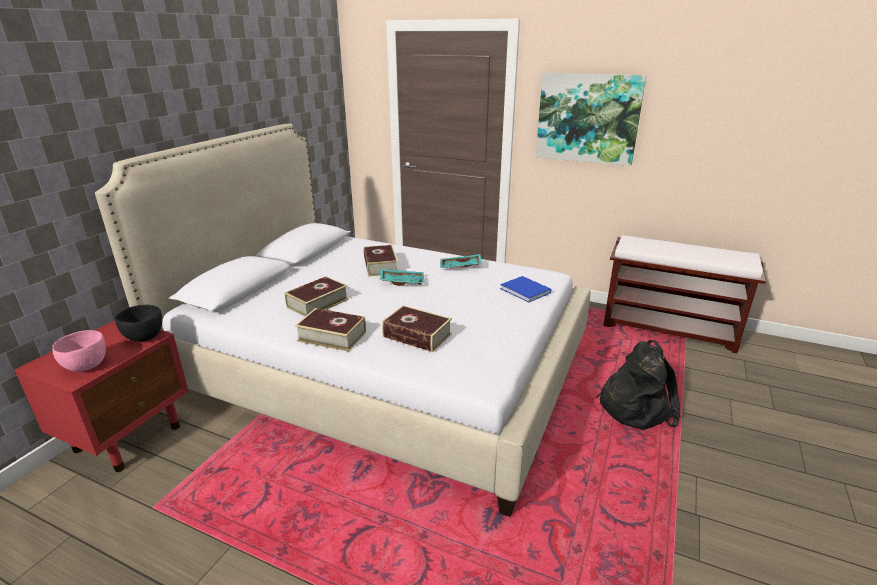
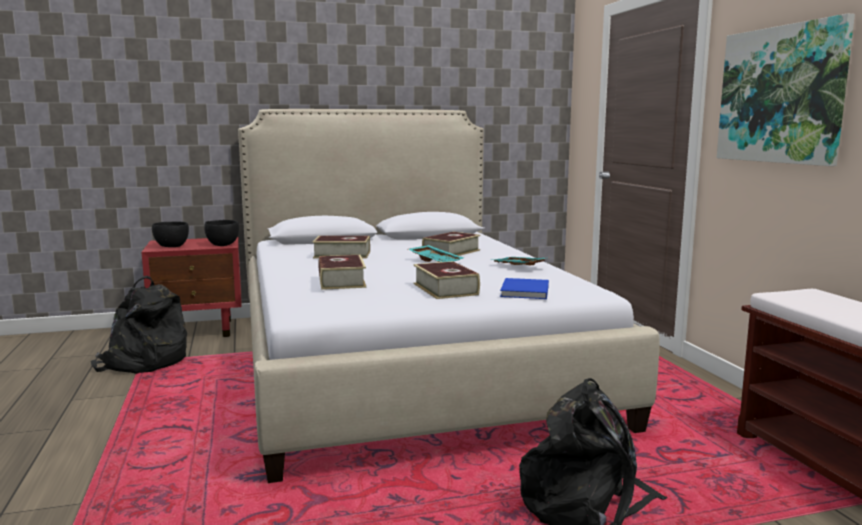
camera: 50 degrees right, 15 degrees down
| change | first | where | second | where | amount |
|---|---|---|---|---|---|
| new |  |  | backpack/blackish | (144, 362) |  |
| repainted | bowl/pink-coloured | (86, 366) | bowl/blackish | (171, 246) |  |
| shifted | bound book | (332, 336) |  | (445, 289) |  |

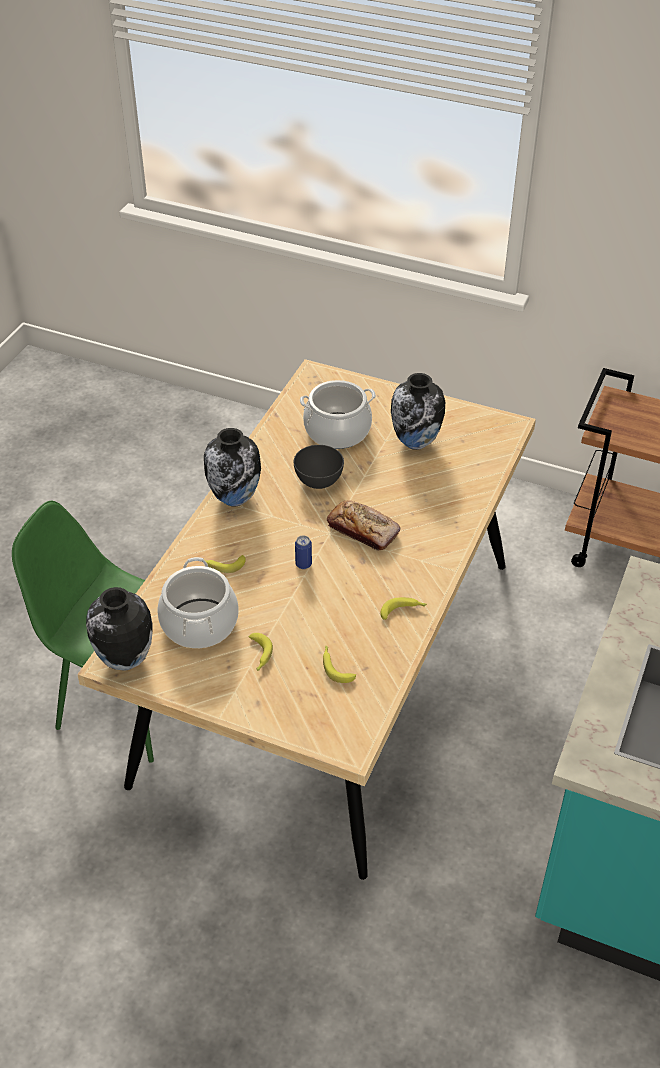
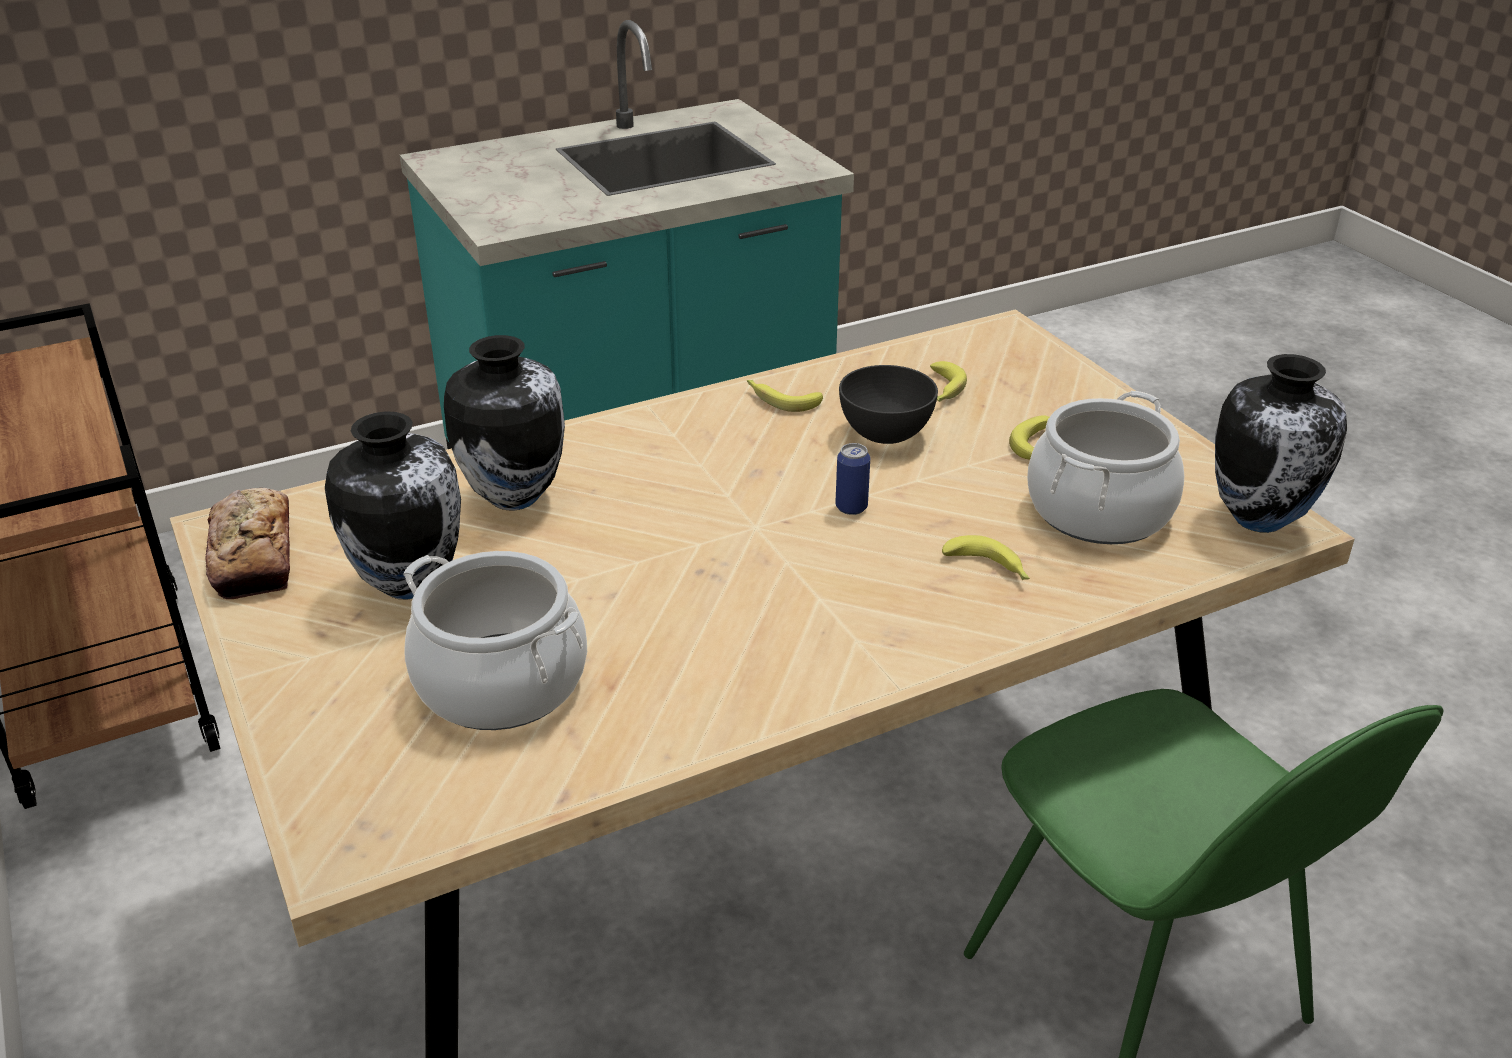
camera: 140 degrees left, 10 degrees down
| change | first | where | second | where | amount |
|---|---|---|---|---|---|
| shifted | bread | (363, 530) |  | (253, 555) |  |
| shifted | decorative vase | (235, 499) |  | (514, 496) |  |
| shifted | bowl/gray | (318, 480) |  | (885, 434) |  |

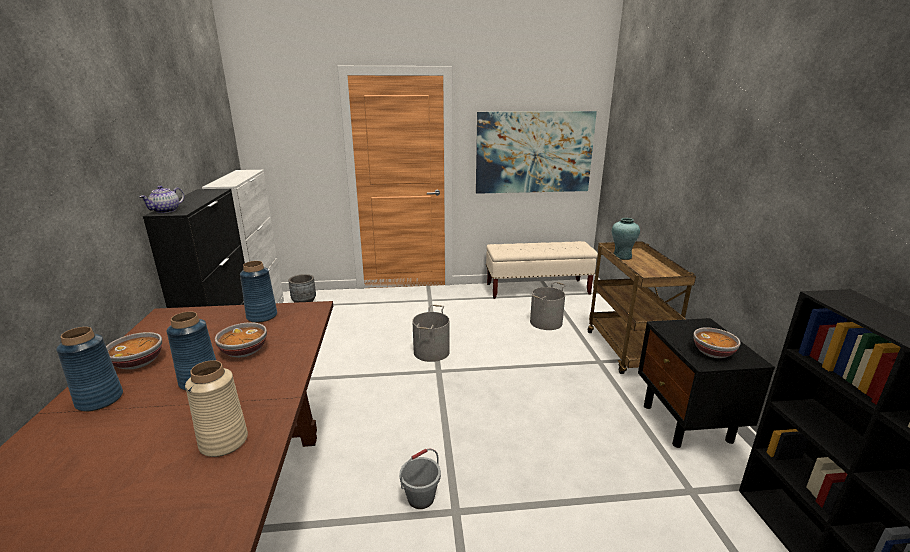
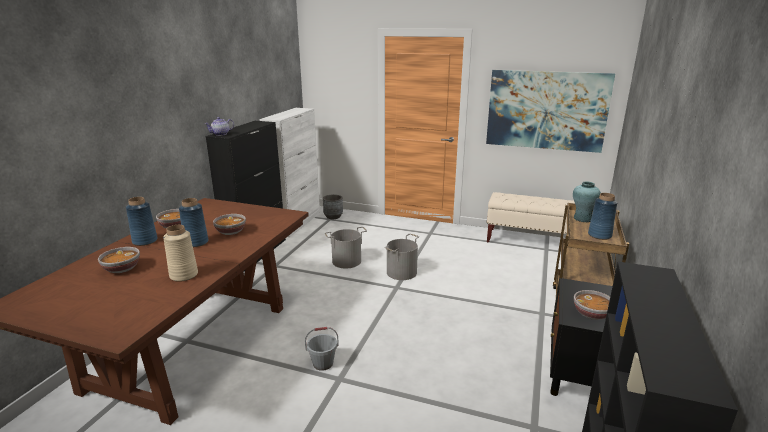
camera: 25 degrees right, 0 degrees up
| change | first | where | second | where | amount |
|---|---|---|---|---|---|
| new |  |  | bowl | (121, 269) |  |
| shifted | pail/gray | (546, 322) |  | (347, 261) |  |
| shifted | decorative vase/bluish | (262, 316) |  | (599, 235) |  |

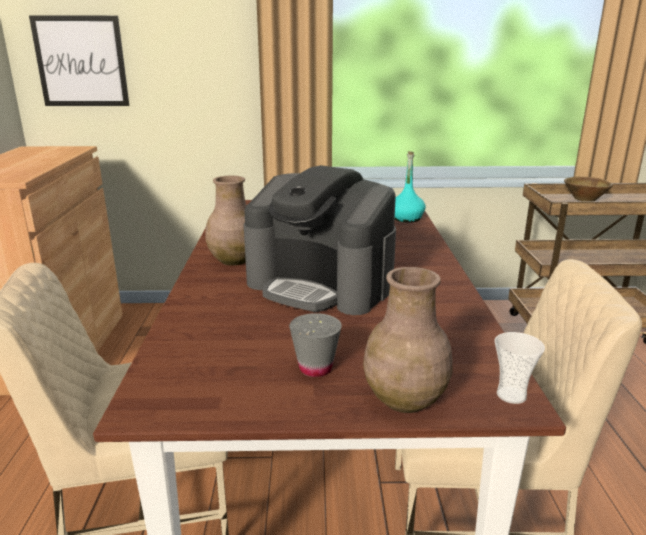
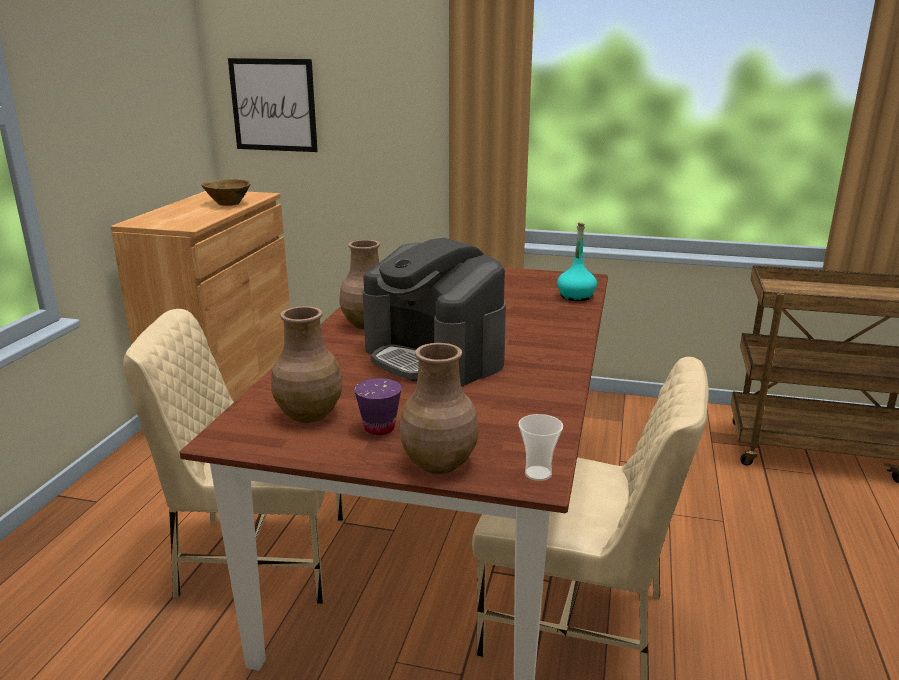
camera: 15 degrees right, 0 degrees up
| change | first | where | second | where | amount |
|---|---|---|---|---|---|
| shifted | bowl/brownish | (584, 199) |  | (228, 204) |  |
| new |  |  | decorative vase/brownish | (310, 414) |  |
| repainted | small cup/gray | (315, 368) | small cup/purplish | (379, 428) |  |

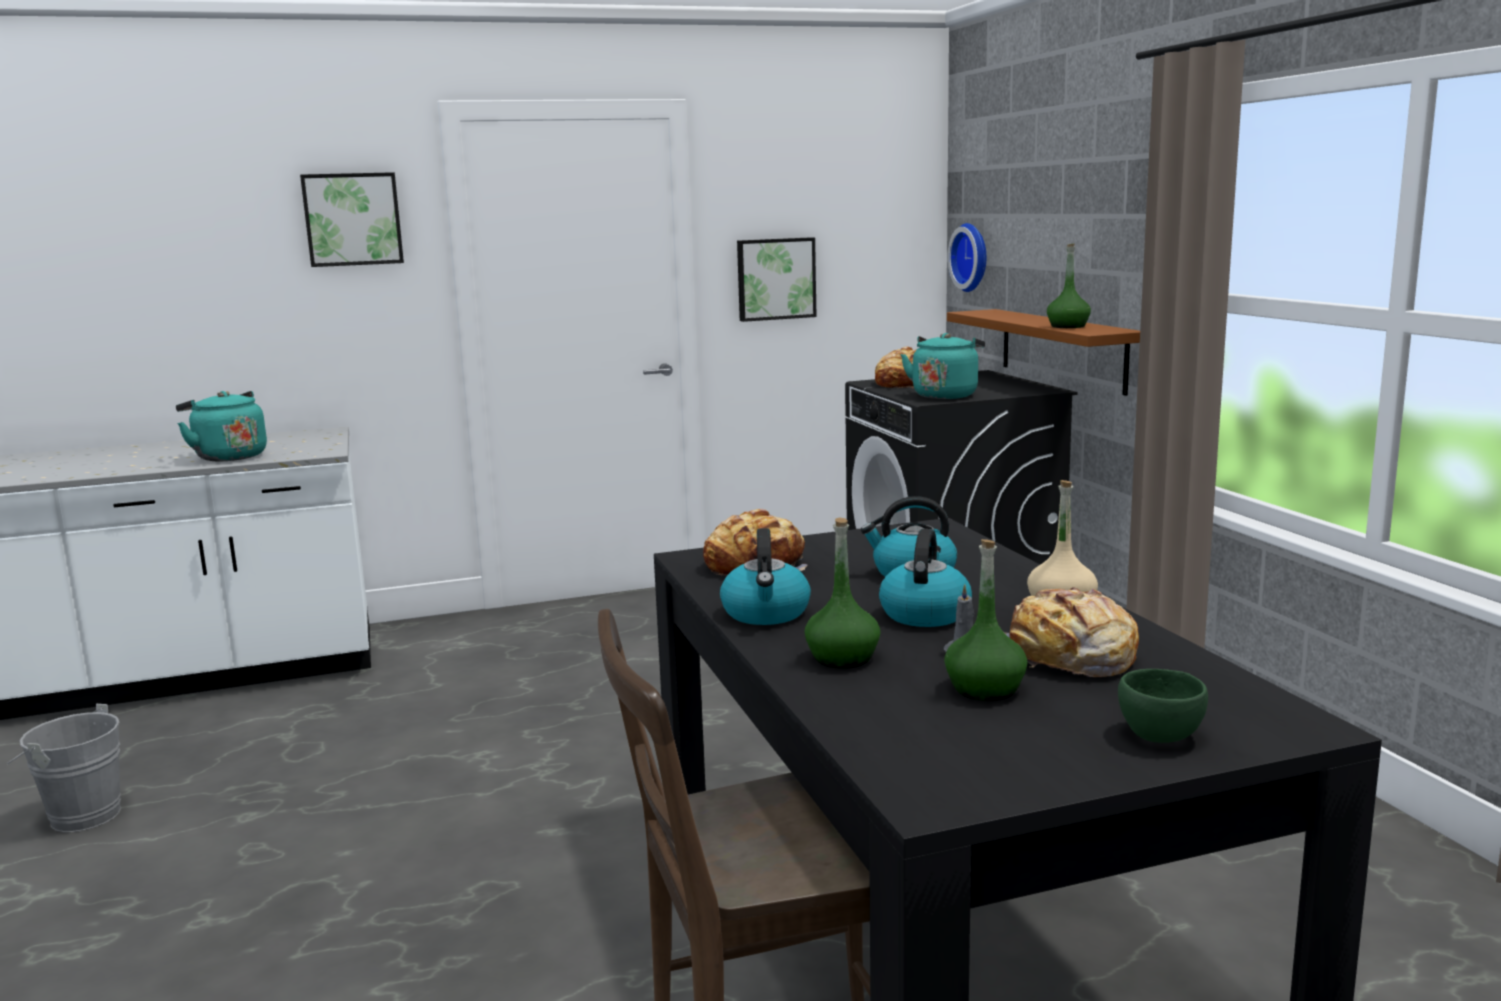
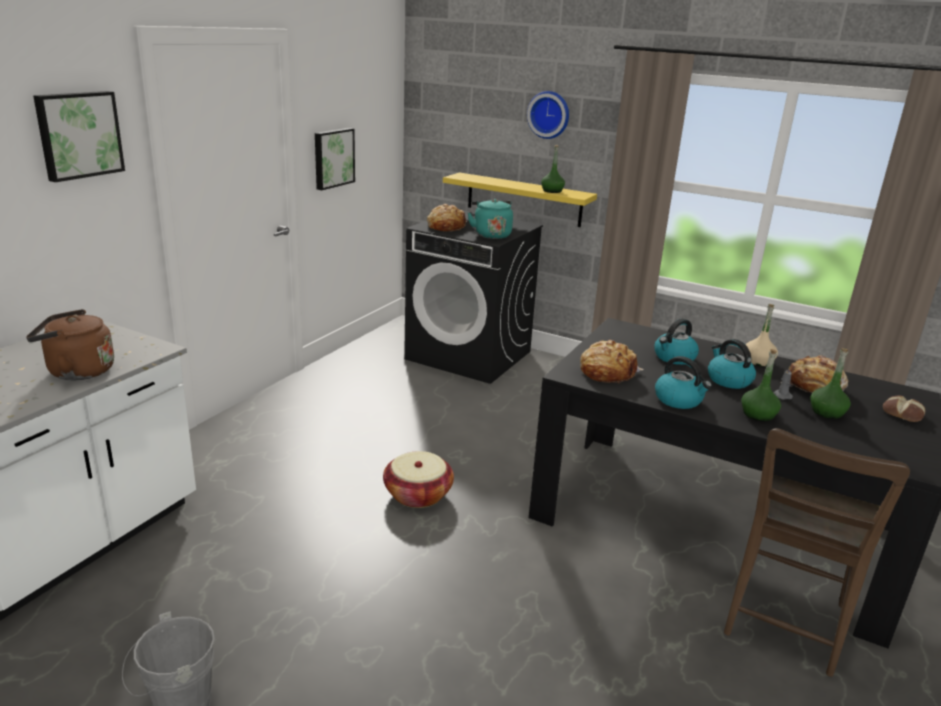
camera: 45 degrees left, 10 degrees up
| change | first | where | second | where | amount |
|---|---|---|---|---|---|
| repainted | tea kettle/blue-green | (228, 457) | tea kettle/brownish | (77, 371) |  |
| new |  |  | basket | (418, 494) |  |
| repainted | wall shelf/brownish | (1062, 349) | wall shelf/yellowish | (524, 199) |  |
| shifted | clock on the wall | (972, 257) |  | (549, 114) |  |
| swapped | bowl/green-coloured | (1161, 734) | bread | (903, 413) |  |

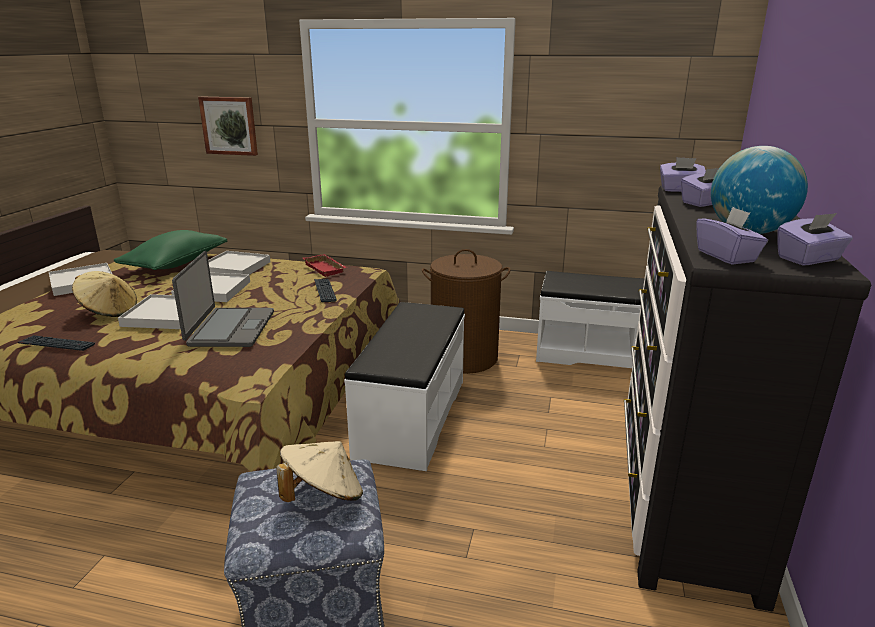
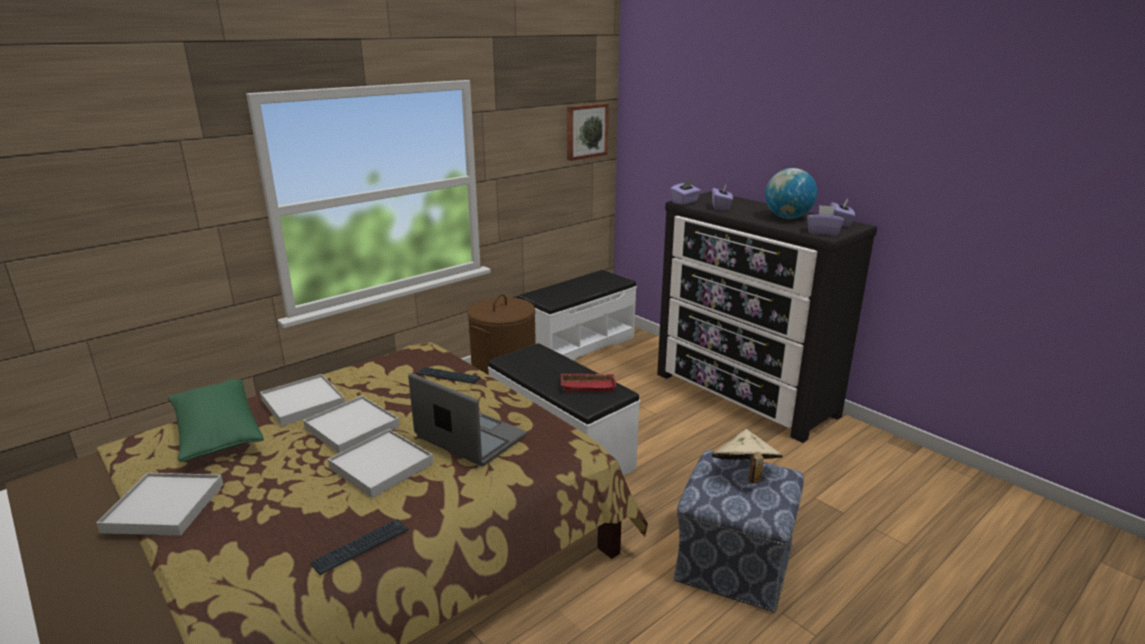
camera: 55 degrees left, 0 degrees up
| change | first | where | second | where | amount |
|---|---|---|---|---|---|
| shifted | serving tray/red-coloured | (326, 268) |  | (588, 385) |  |
| shifted | wall art | (229, 125) |  | (586, 131) |  |
| gone | hat/beige | (109, 311) |  |  |  |

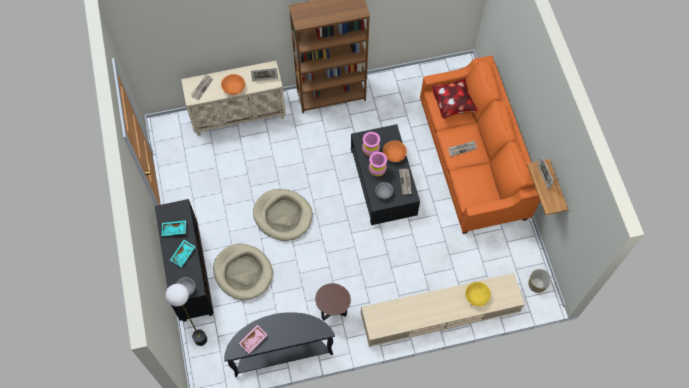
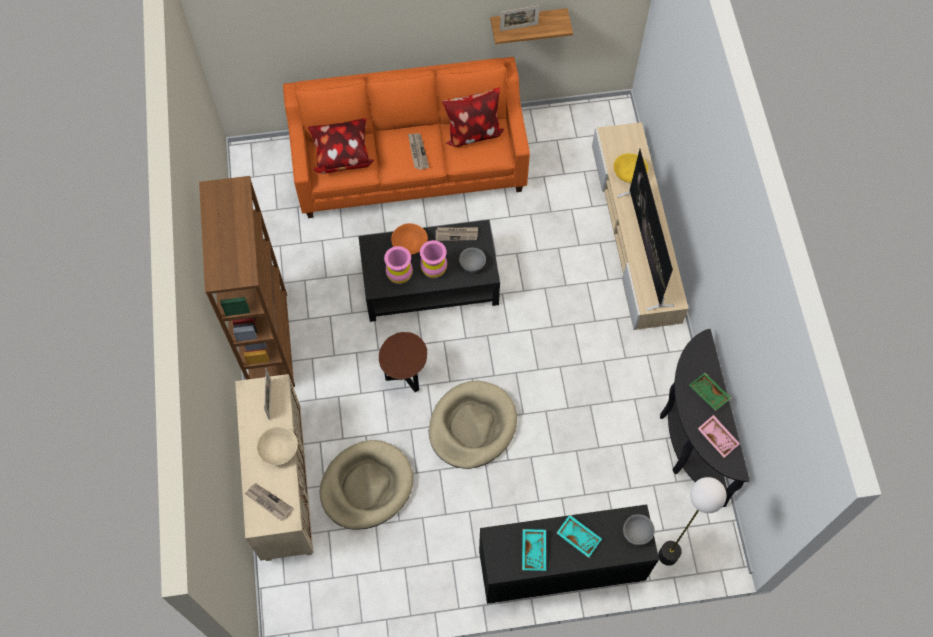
camera: 85 degrees left, 0 degrees up
| change | first | where | second | where | amount |
|---|---|---|---|---|---|
| repainted | bowl/orange | (233, 88) | bowl/beige | (278, 450) |  |
| shifted | dog cushion/beige | (243, 272) |  | (366, 486) |  |
| shifted | side table/brownish | (333, 311) |  | (405, 376) |  |
| new |  |  | cushion | (472, 132) |  |
| new |  |  | TV | (645, 250) |  |
| new |  |  | serving tray/green-coloured | (708, 394) |  |
| gone | flower pot | (537, 284) |  |  |  |

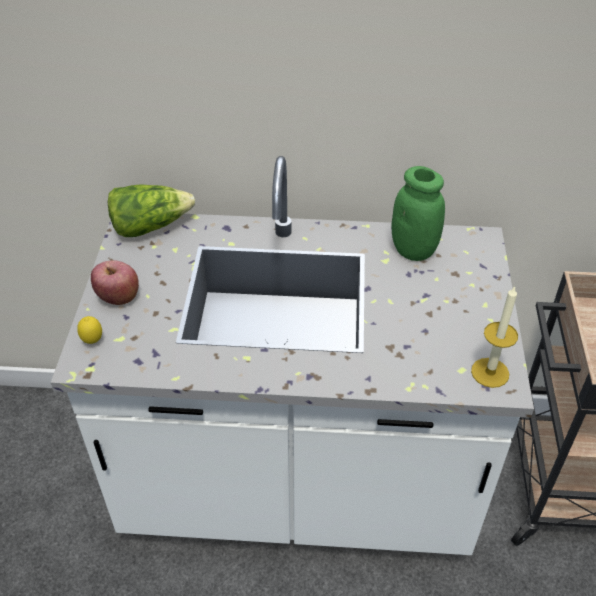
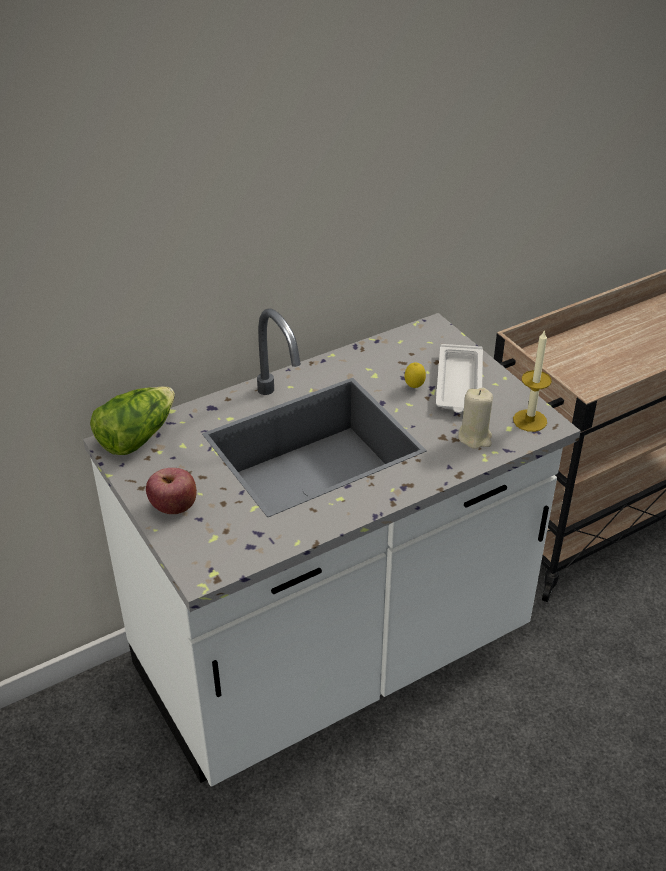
camera: 35 degrees left, 5 degrees down
| change | first | where | second | where | amount |
|---|---|---|---|---|---|
| shifted | citrus fruit | (93, 341) |  | (414, 387) |  |
| new |  |  | serving tray/white-coloured | (459, 385) |  |
| new |  |  | wax light/beige | (475, 437) |  |
| gone | preserve jar/green-coloured | (413, 250) |  |  |  |

